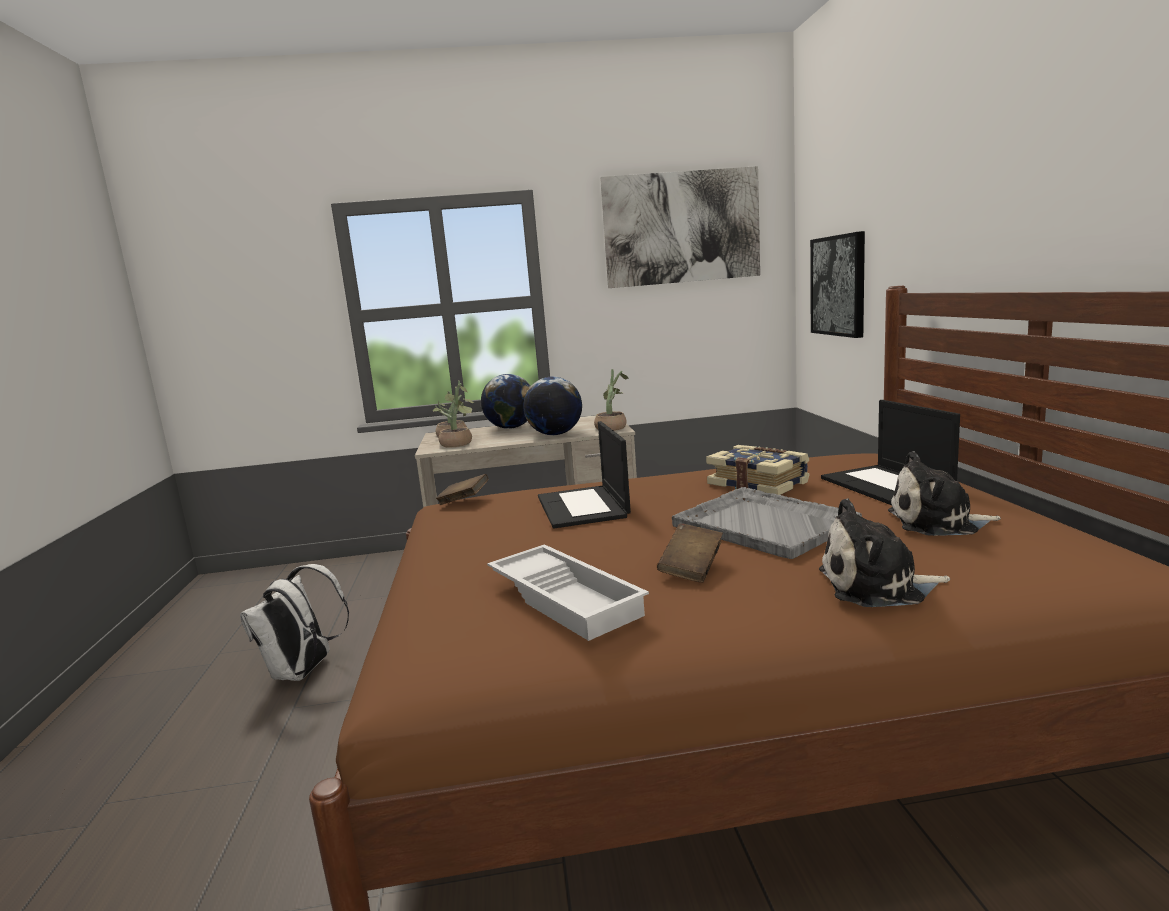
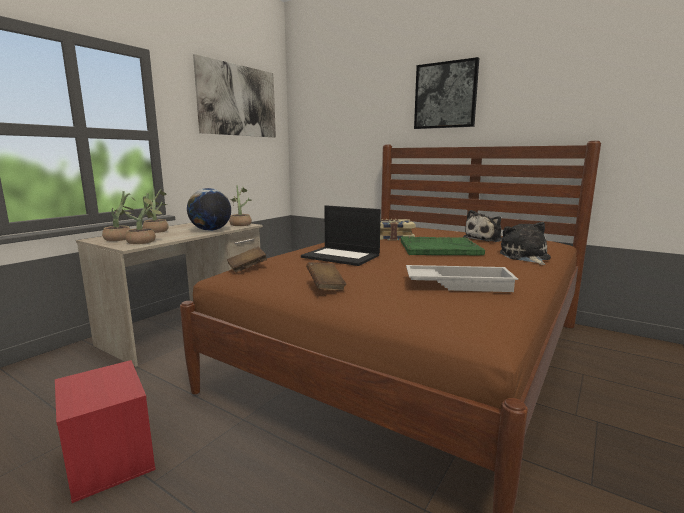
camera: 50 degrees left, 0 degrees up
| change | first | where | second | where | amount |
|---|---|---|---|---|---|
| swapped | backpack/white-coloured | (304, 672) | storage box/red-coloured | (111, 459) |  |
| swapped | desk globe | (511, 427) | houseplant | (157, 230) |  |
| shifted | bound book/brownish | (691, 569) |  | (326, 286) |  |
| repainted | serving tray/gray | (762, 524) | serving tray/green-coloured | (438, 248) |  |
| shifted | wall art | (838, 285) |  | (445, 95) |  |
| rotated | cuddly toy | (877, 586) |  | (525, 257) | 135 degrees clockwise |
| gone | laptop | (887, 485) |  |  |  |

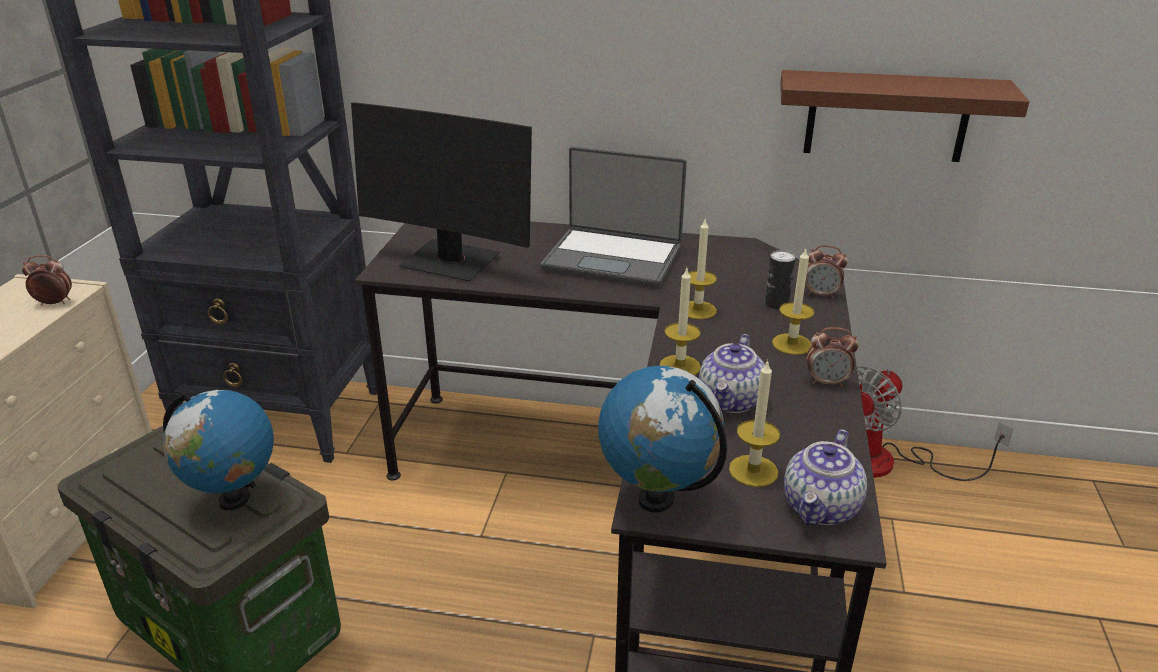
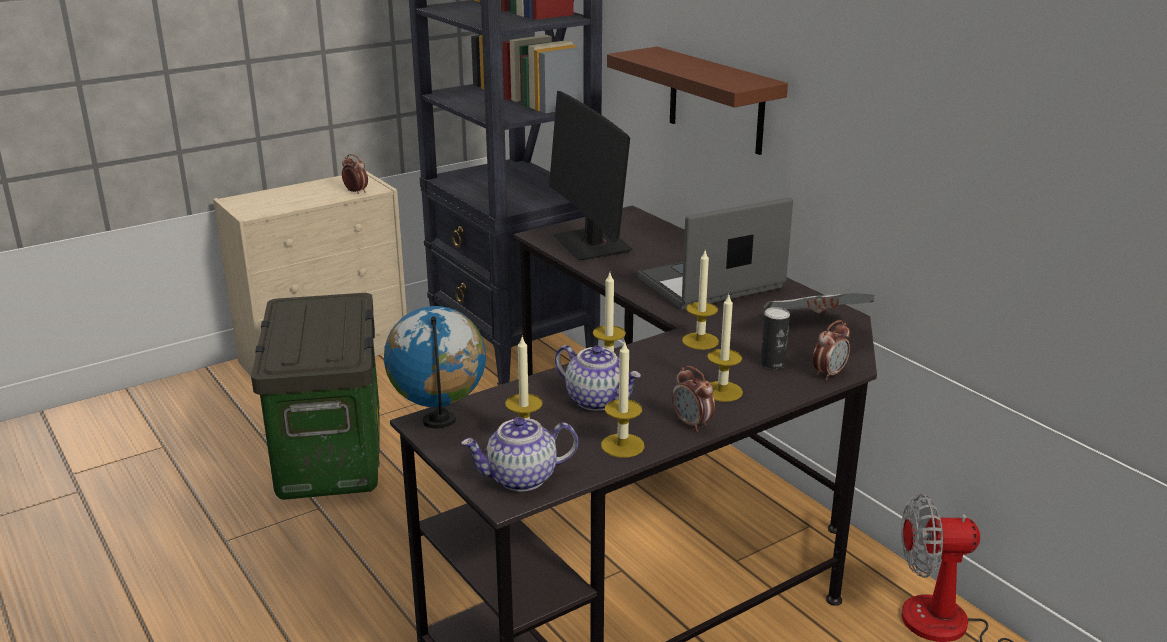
camera: 45 degrees right, 5 degrees down
| change | first | where | second | where | amount |
|---|---|---|---|---|---|
| rotated | pot for tea | (731, 401) |  | (597, 400) | 120 degrees counterclockwise |
| new |  |  | wax light | (622, 445) |  |
| shifted | wall shelf/brownish | (887, 116) |  | (716, 101) |  |
| rotated | laptop | (613, 258) |  | (711, 285) | 90 degrees clockwise |
| new |  |  | printed paper | (815, 330) |  |
| rotated | bedside clock | (821, 294) |  | (829, 374) | 105 degrees counterclockwise |
| gone | desk globe | (234, 499) |  |  |  |

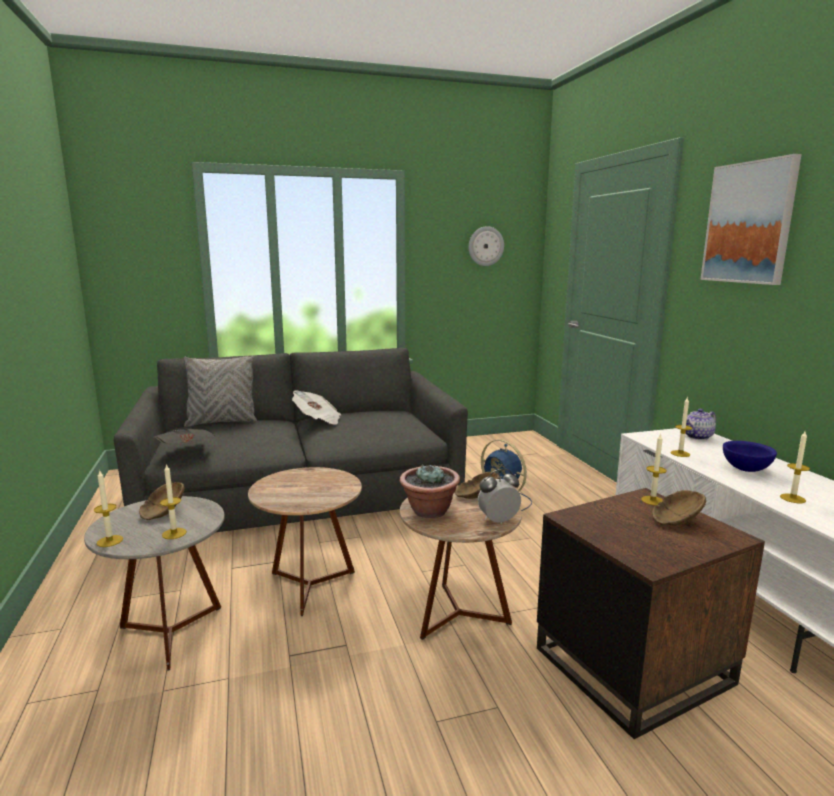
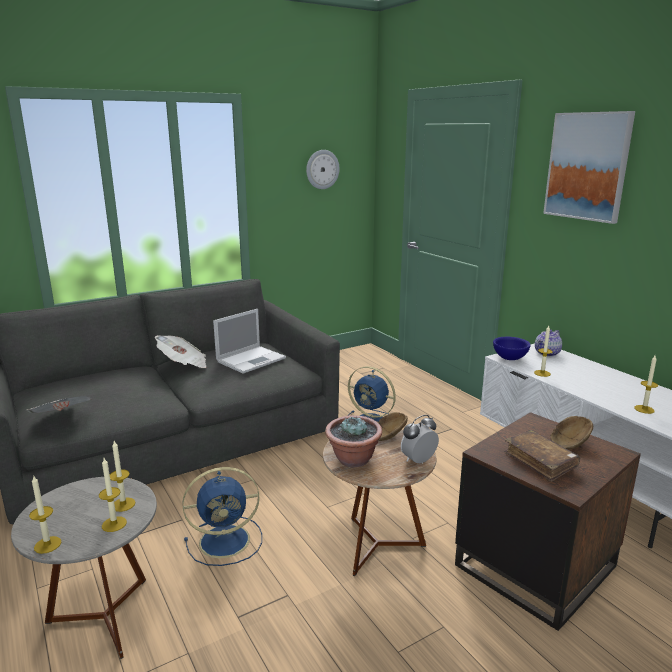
camera: 15 degrees left, 5 degrees up
| change | first | where | second | where | amount |
|---|---|---|---|---|---|
| shifted | wax light | (652, 500) |  | (123, 504) |  |
| swapped | side table/brownish | (310, 586) | cooling fan/bluish | (227, 540) |  |
| new |  |  | laptop | (252, 359) |  |
| shifted | bowl/bluish | (745, 469) |  | (509, 358) |  |
| new |  |  | bound book/brownish | (540, 461) |  |
| gone | bowl/brownish | (161, 512) |  |  |  |
| gone | cushion/gray | (222, 422) |  |  |  |

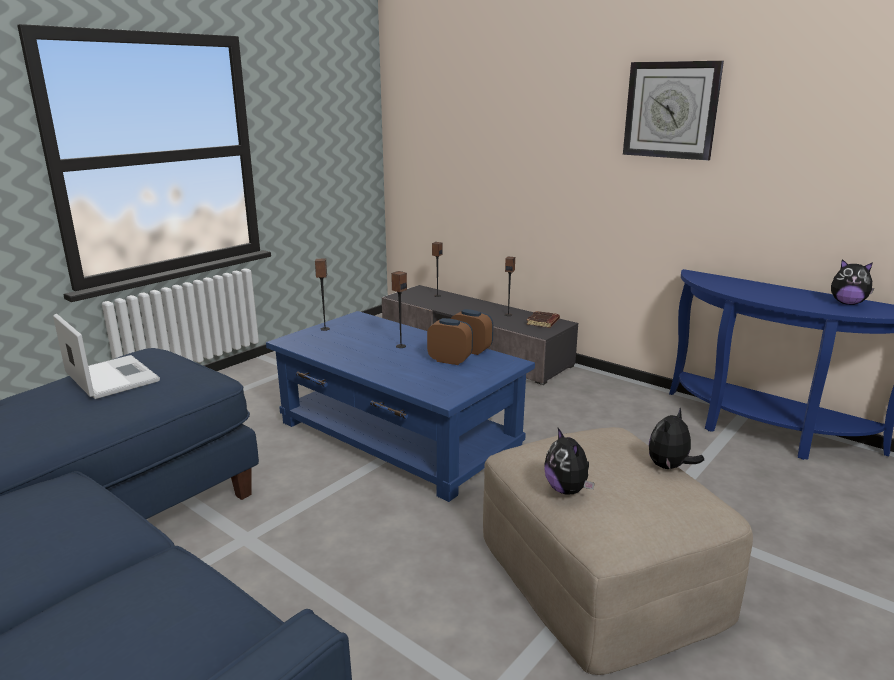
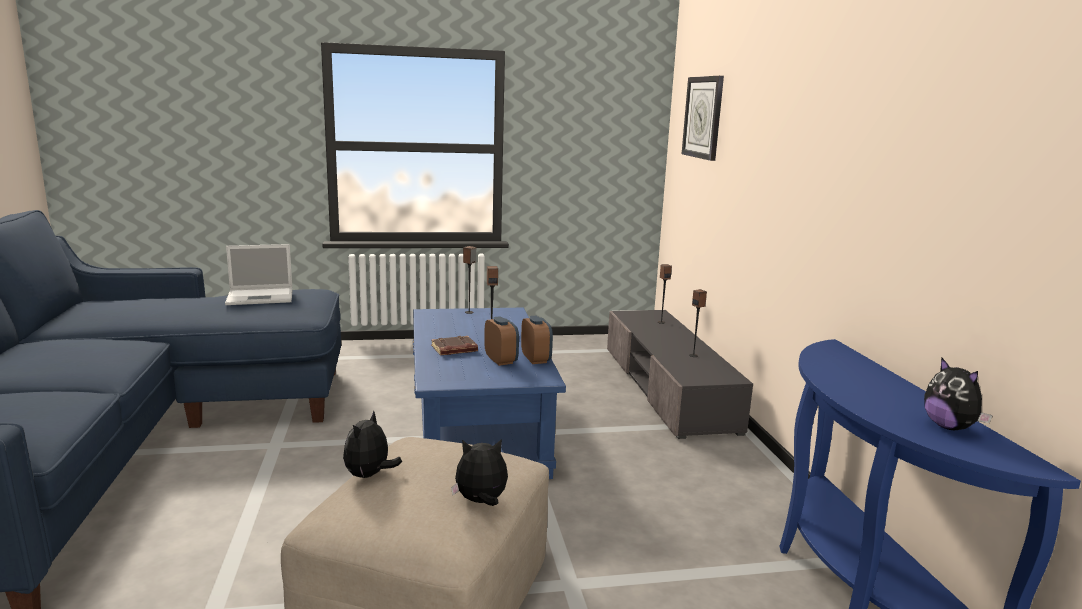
camera: 40 degrees right, 5 degrees down
| change | first | where | second | where | amount |
|---|---|---|---|---|---|
| rotated | laptop | (111, 377) |  | (261, 297) | 75 degrees clockwise |
| shifted | bound book/brownish | (543, 322) |  | (454, 350) |  |
| shifted | clock on the wall | (671, 110) |  | (703, 117) |  |

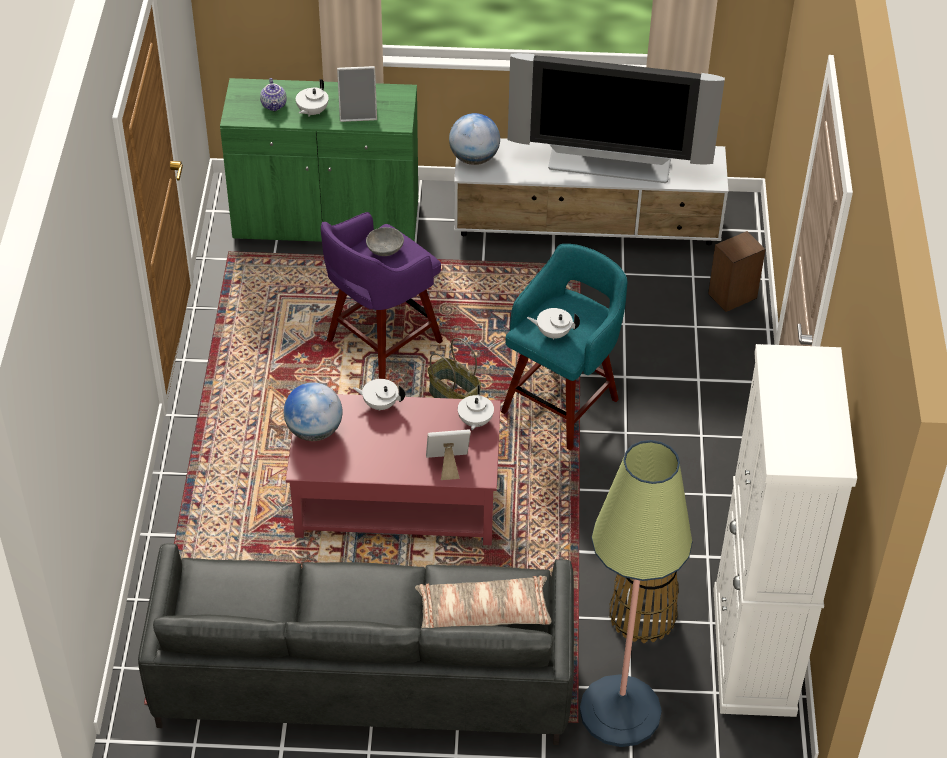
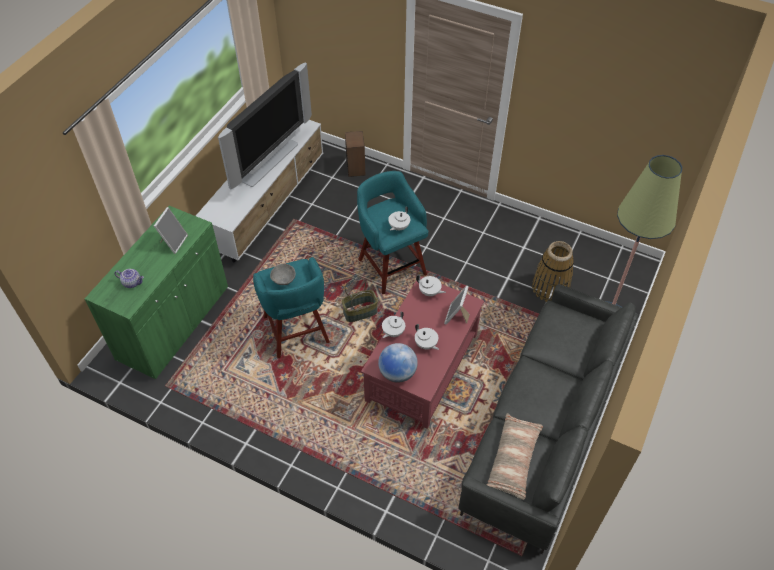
camera: 65 degrees left, 5 degrees up
| change | first | where | second | where | amount |
|---|---|---|---|---|---|
| repainted | sitting stool/purplish | (381, 343) | sitting stool/blue-green | (296, 331) |  |
| shifted | pot for tea/white-coloured | (312, 112) |  | (426, 344) |  |
| shifted | cushion | (483, 613) |  | (513, 460) |  |
| gone | desk globe | (474, 158) |  |  |  |
| gone | cupboard/white-coloured | (753, 651) |  |  |  |

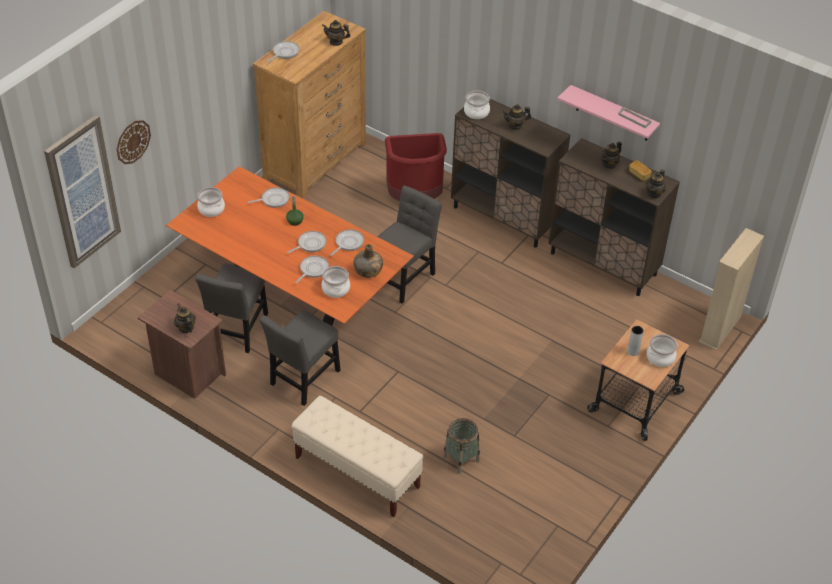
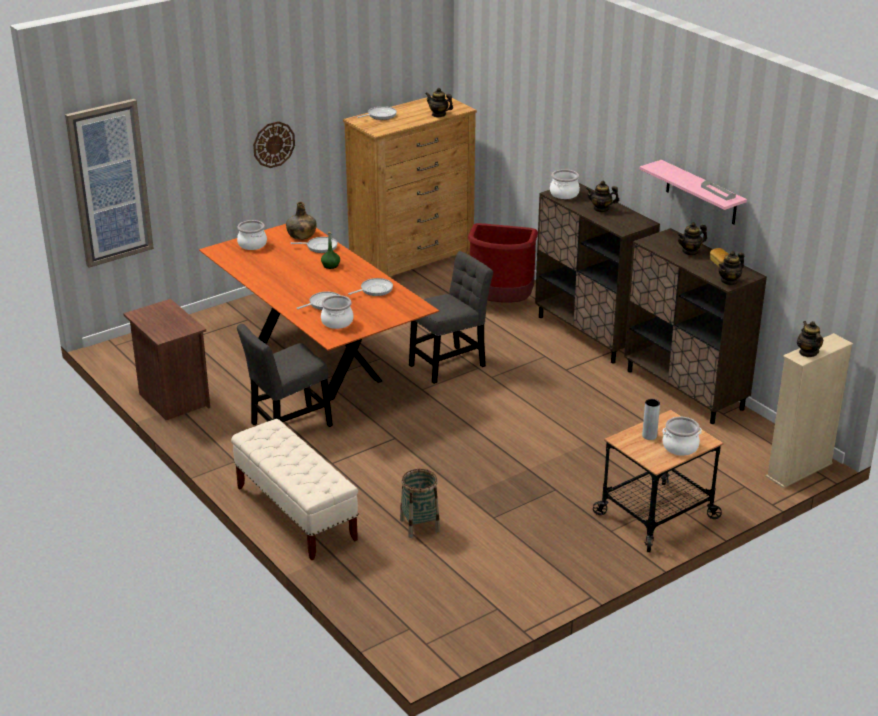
camera: 20 degrees right, 15 degrees down
| change | first | where | second | where | amount |
|---|---|---|---|---|---|
| shifted | clock on the wall | (133, 141) |  | (273, 144) |  |
| shifted | drink bottle/green-coloured | (368, 270) |  | (301, 235) |  |
| shifted | pot for tea | (185, 328) |  | (808, 353) |  |
| gone | plain chair/gray | (237, 331) |  |  |  |
| gone | skillet | (310, 244) |  |  |  |

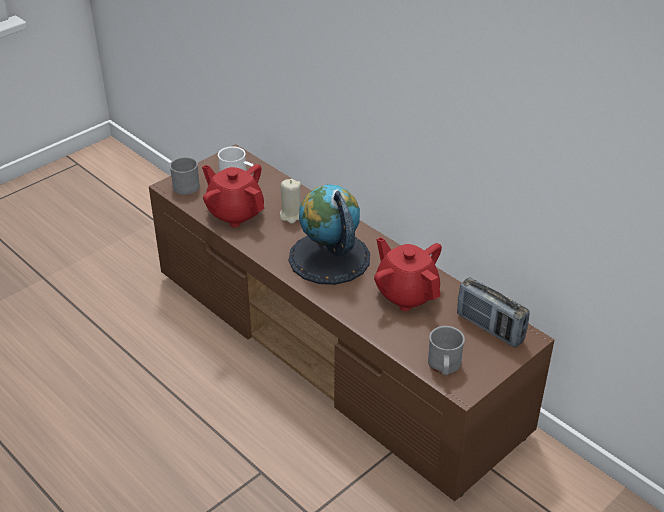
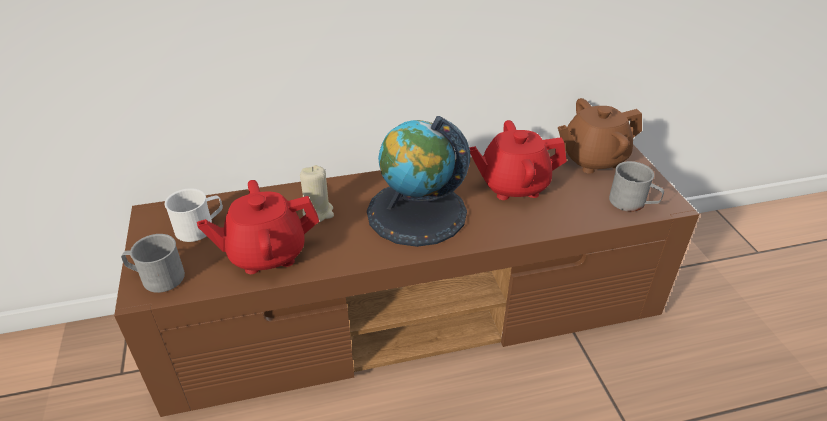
camera: 60 degrees left, 0 degrees up
| change | first | where | second | where | amount |
|---|---|---|---|---|---|
| swapped | radio | (489, 328) | pot for tea/brownish | (592, 159) |  |

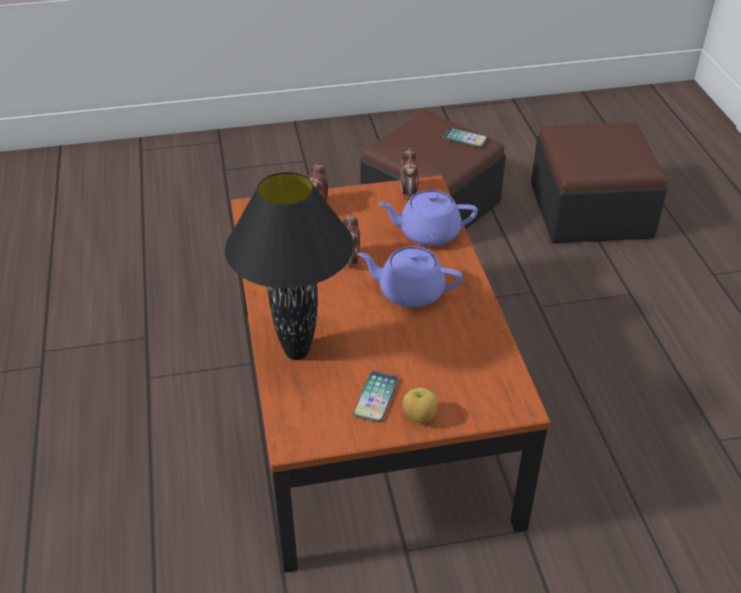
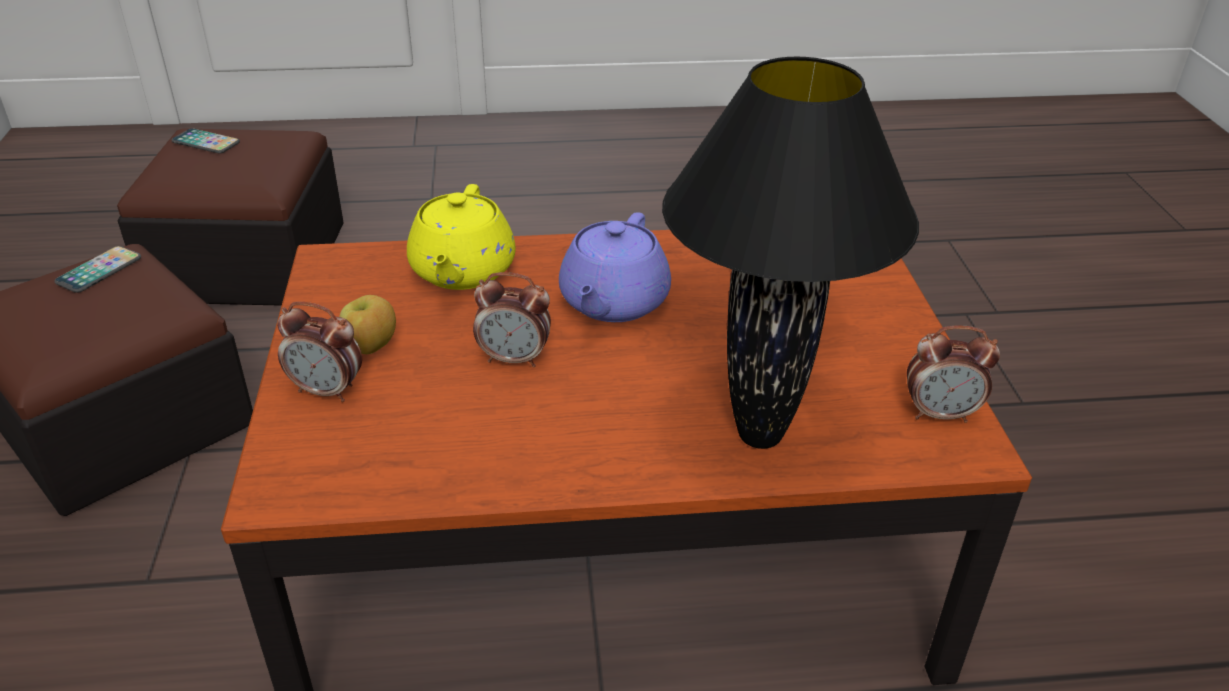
camera: 85 degrees left, 5 degrees down
| change | first | where | second | where | amount |
|---|---|---|---|---|---|
| shifted | telephone | (376, 397) |  | (206, 142) |  |
| shifted | apple fruit | (419, 417) |  | (371, 347) |  |
| repainted | pot for tea/purplish | (427, 233) | pot for tea/yellowish | (462, 272) |  |
| shifted | bedside clock | (408, 193) |  | (940, 414) |  |

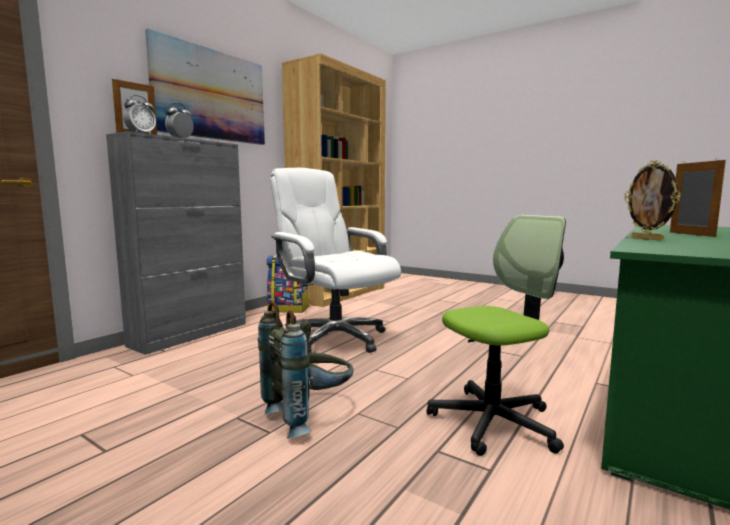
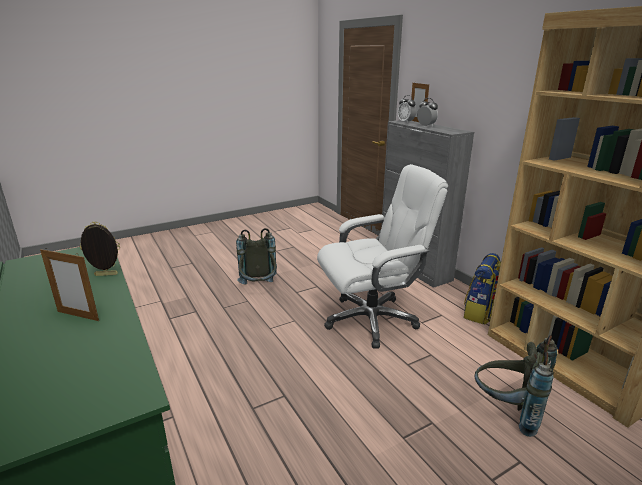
camera: 115 degrees right, 15 degrees up
| change | first | where | second | where | amount |
|---|---|---|---|---|---|
| new |  |  | backpack/gray | (507, 411) |  |
| gone | wall art | (211, 95) |  |  |  |
| gone | computer chair | (494, 422) |  |  |  |

